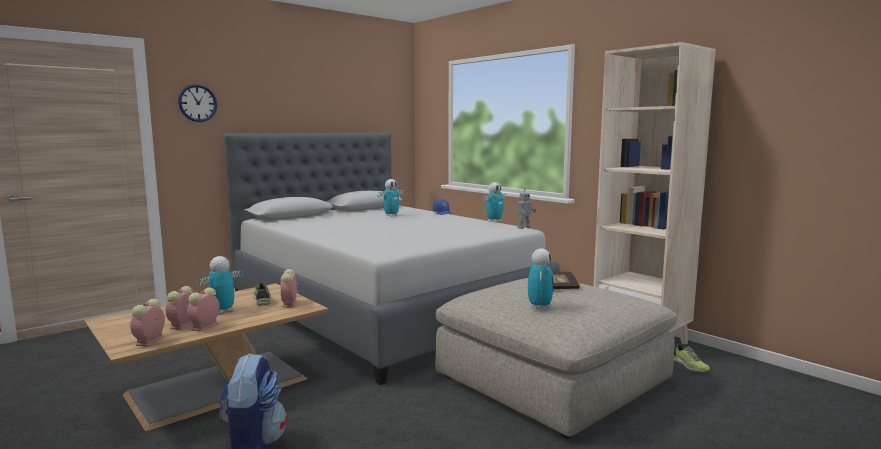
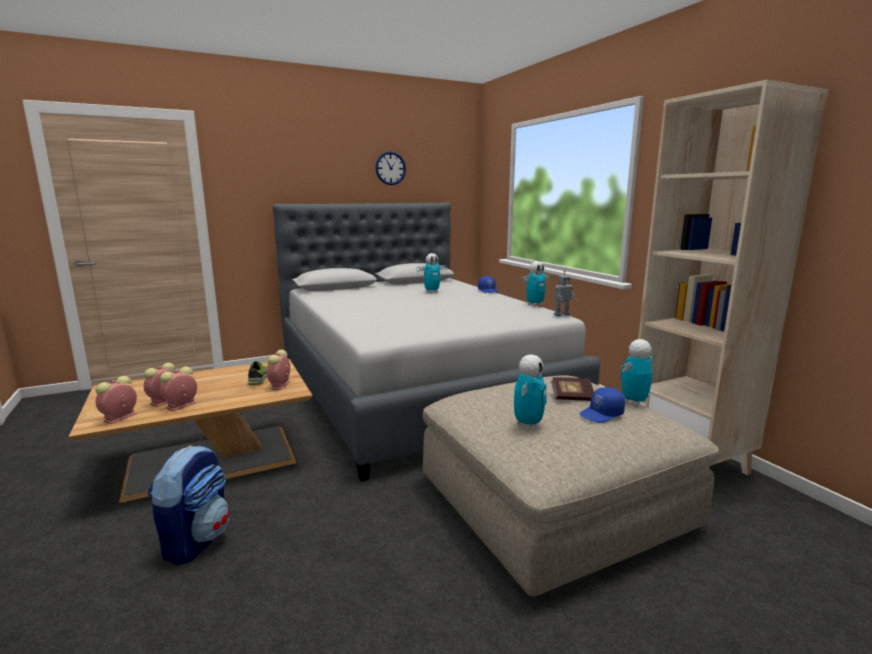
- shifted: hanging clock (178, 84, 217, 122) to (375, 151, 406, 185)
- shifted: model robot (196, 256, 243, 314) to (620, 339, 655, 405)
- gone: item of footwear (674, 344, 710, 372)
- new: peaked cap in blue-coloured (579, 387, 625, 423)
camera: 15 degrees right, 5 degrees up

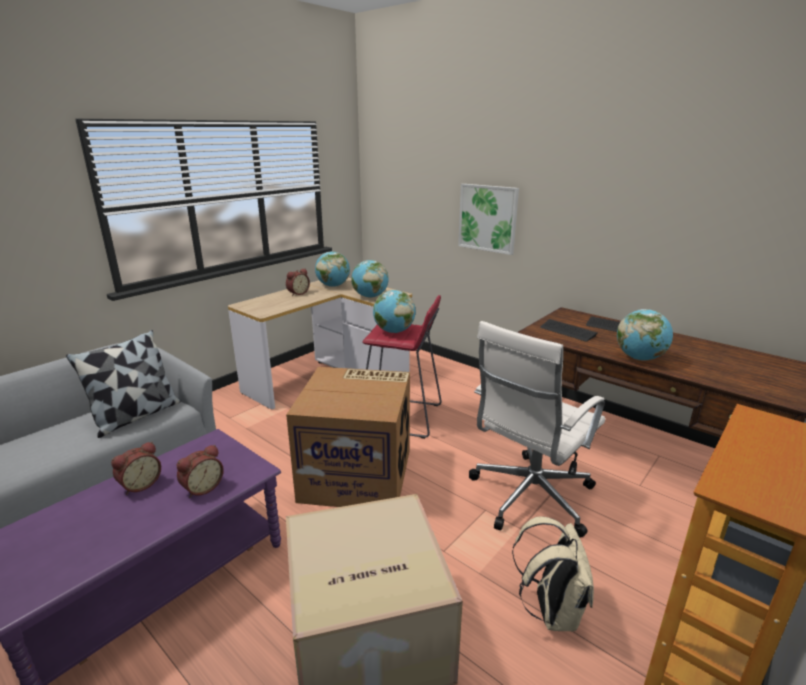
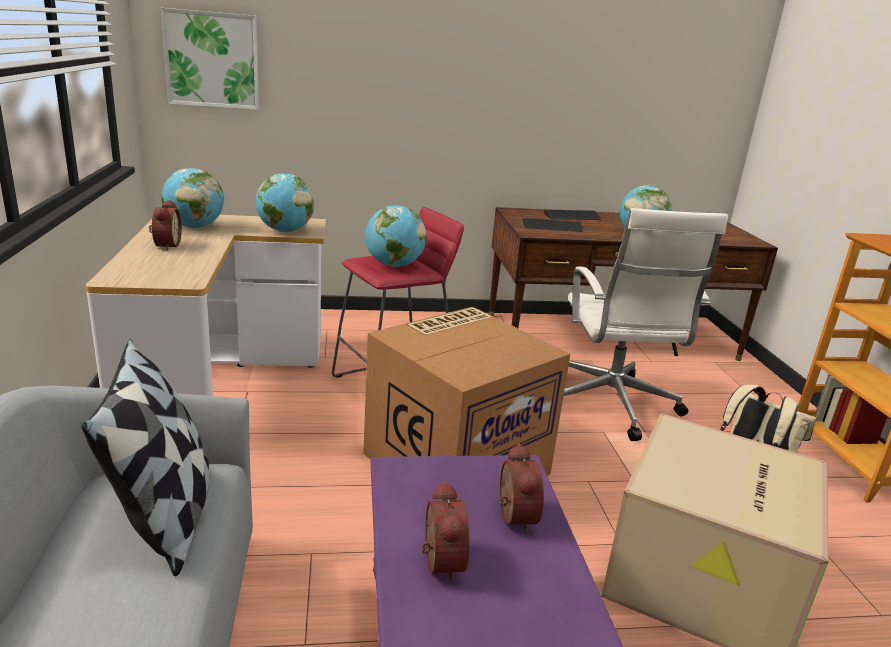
- shifted: wall art (458, 184, 519, 255) to (161, 8, 259, 110)
camera: 50 degrees left, 0 degrees up

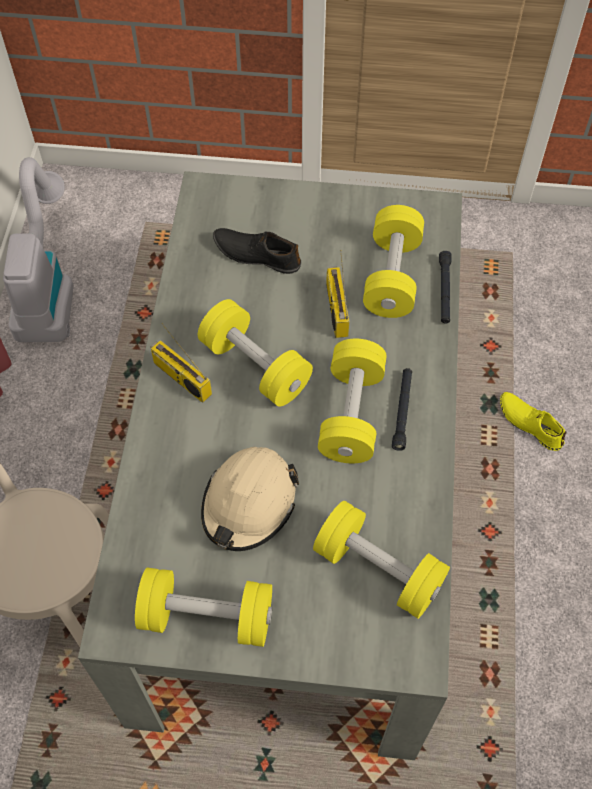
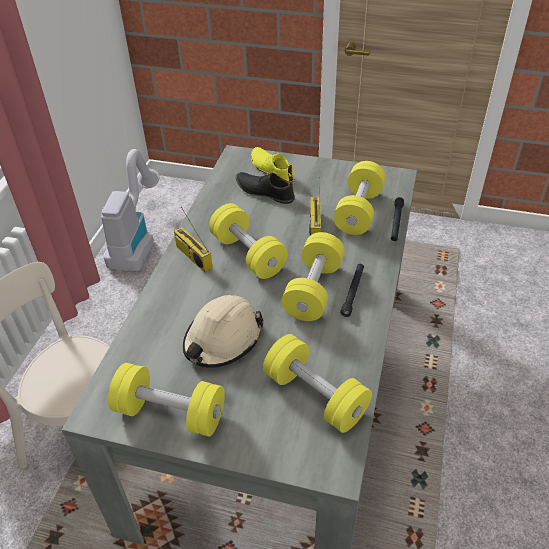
- shifted: item of footwear in yellowish (500, 392, 567, 451) to (251, 147, 294, 184)
camera: 10 degrees right, 15 degrees down

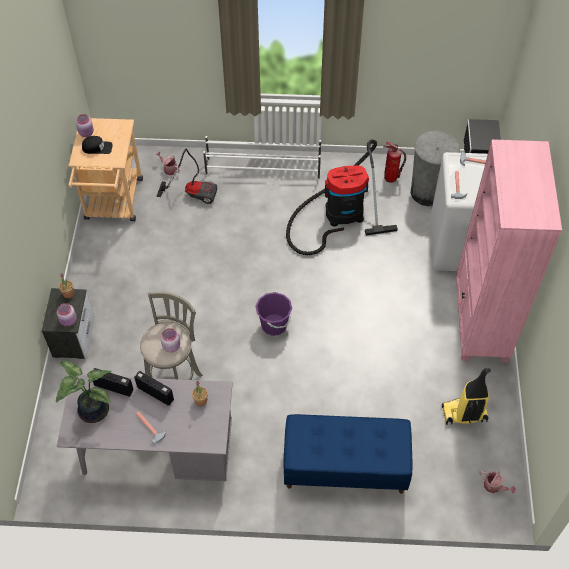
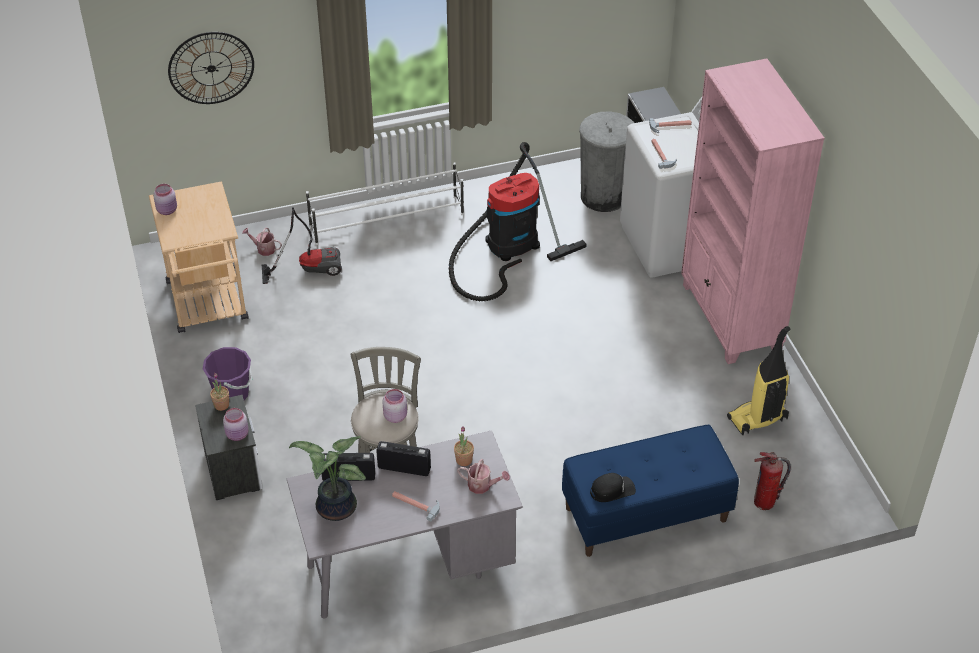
- shifted: peaked cap in black (82, 136, 113, 154) to (590, 473, 636, 502)
- shifted: water bucket in purple-coloured (255, 292, 292, 336) to (203, 347, 252, 400)
- shifted: extinguisher (383, 142, 406, 183) to (754, 452, 791, 510)
- shifted: watering can (479, 471, 516, 494) to (457, 459, 510, 494)
- new: hanging clock (168, 32, 254, 104)
camera: 20 degrees left, 10 degrees down

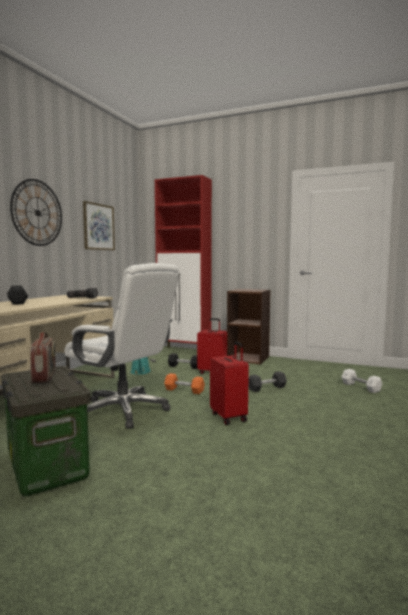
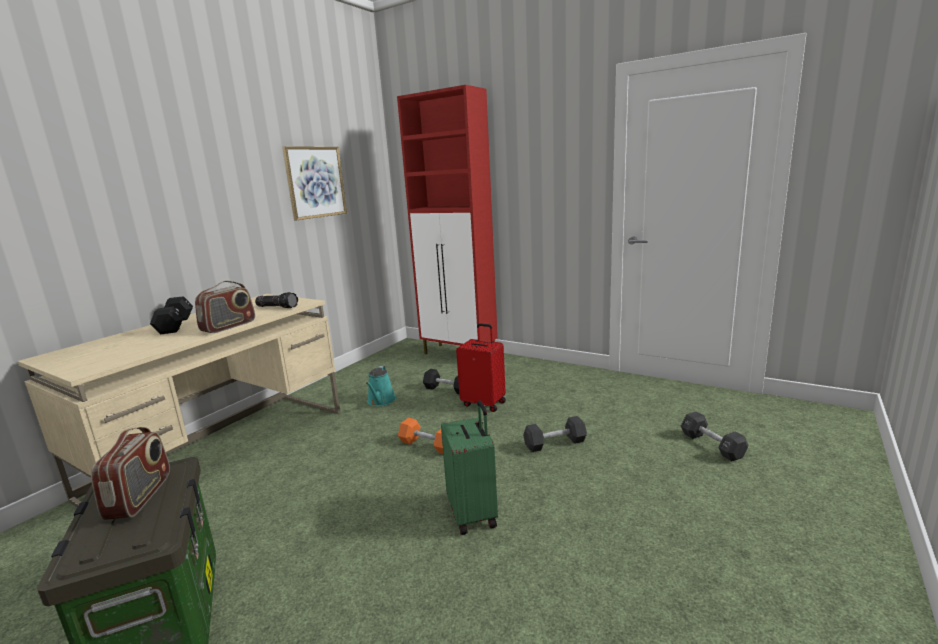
- gone: hanging clock (10, 179, 62, 246)
- gone: computer chair in white-coloured (64, 263, 179, 429)
- repainted: suitcase in reddish (210, 341, 249, 425) to suitcase in green (441, 400, 498, 535)
- gone: shelving unit in brown (227, 289, 270, 364)
- repainted: dumbbell in white-coloured (341, 369, 382, 393) to dumbbell in black (681, 412, 748, 462)
- new: radio set (195, 281, 255, 333)
camera: 10 degrees right, 10 degrees up

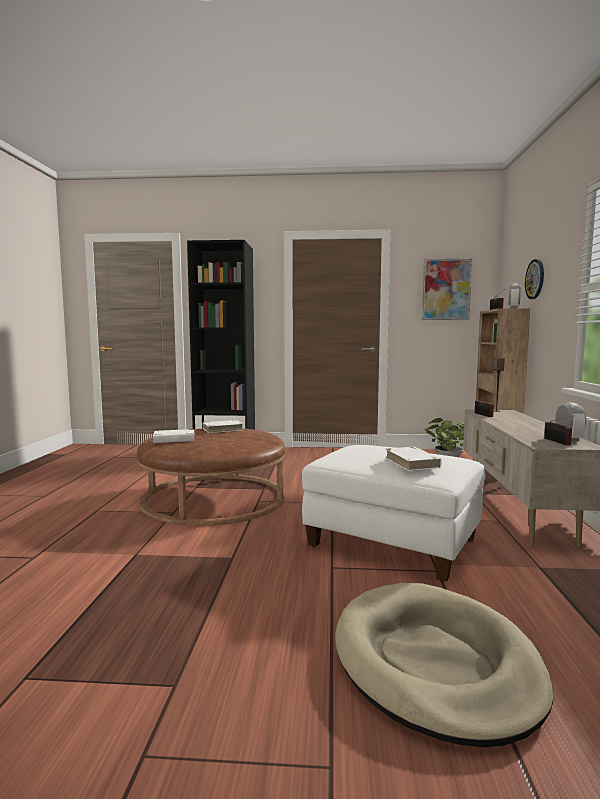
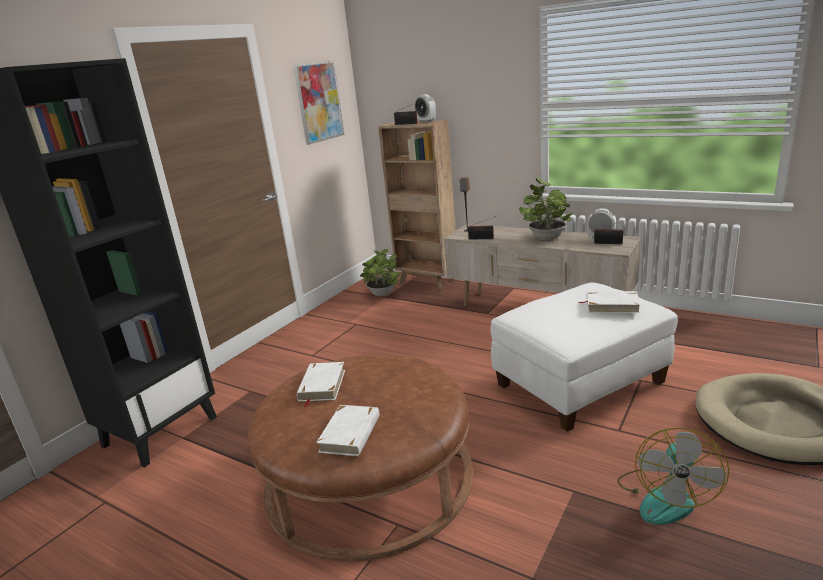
- gone: hanging clock (525, 259, 544, 299)
- new: potted plant (519, 178, 574, 241)
- new: cooling fan (617, 428, 729, 525)
camera: 60 degrees left, 15 degrees up

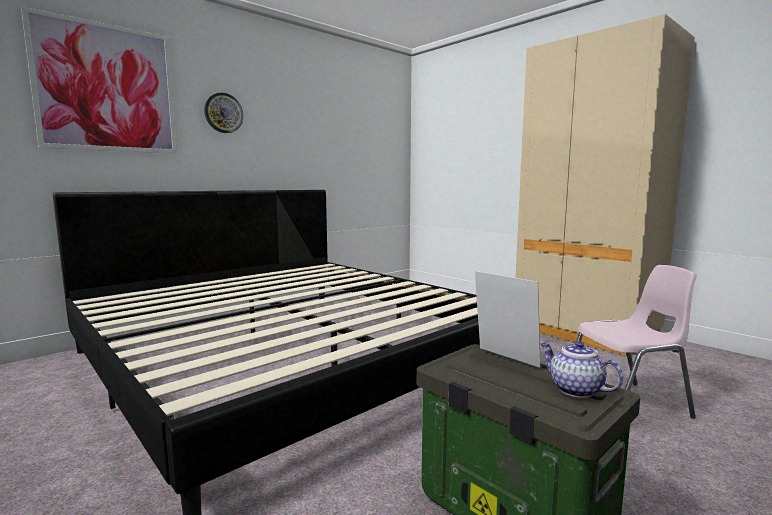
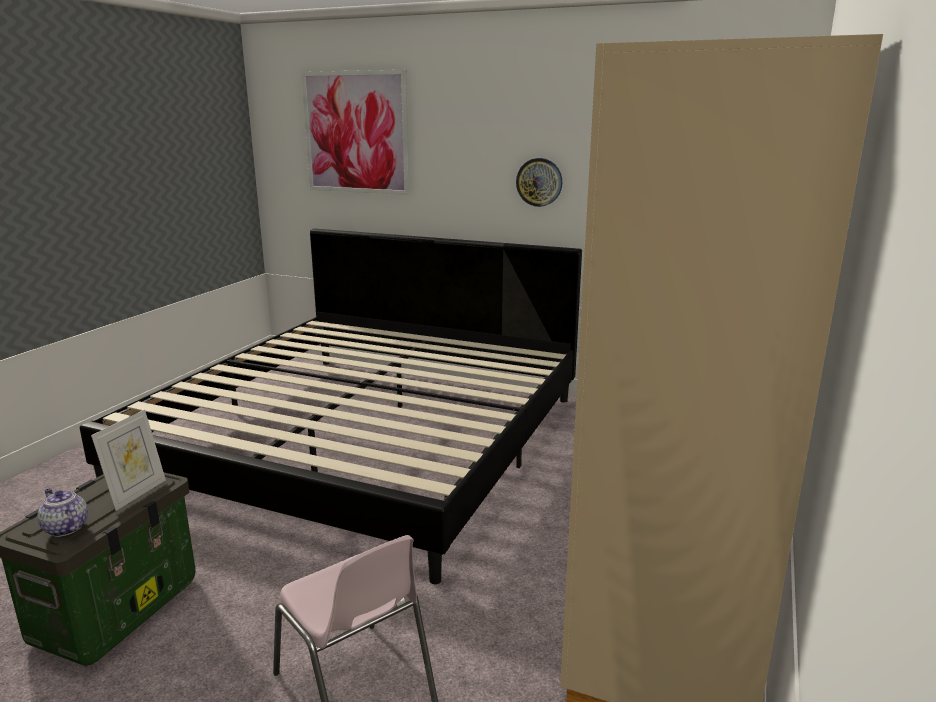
- shifted: hanging clock (204, 93, 243, 133) to (516, 158, 562, 207)
- rotated: tea pot (540, 341, 623, 398) = (38, 488, 88, 537) 75 degrees counterclockwise
camera: 65 degrees right, 10 degrees up

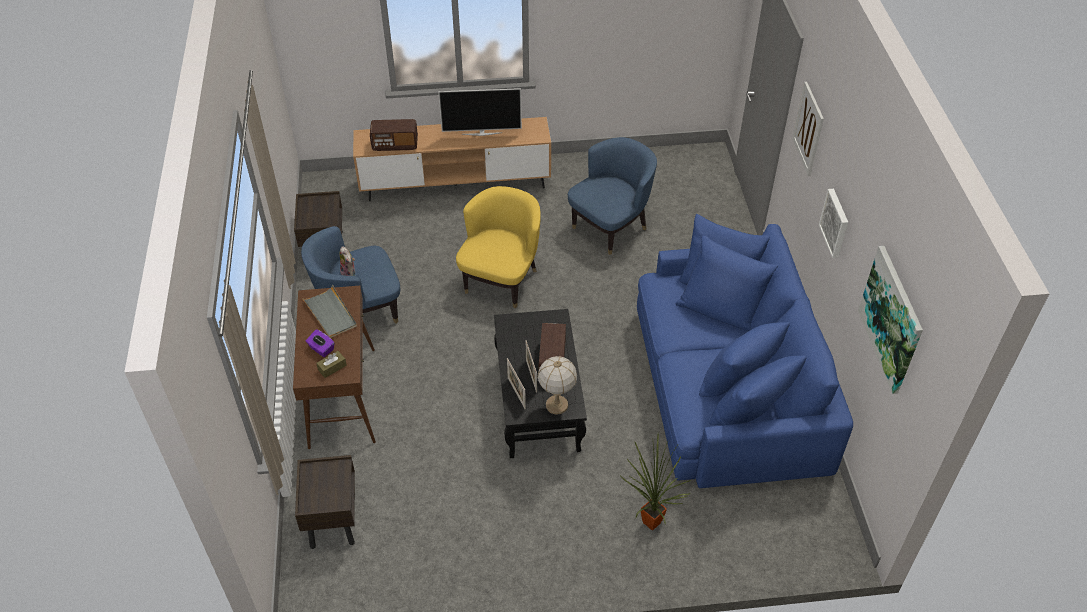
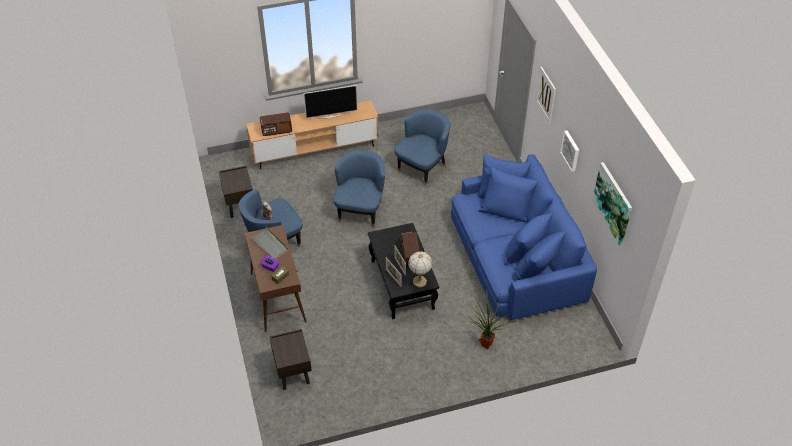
- repainted: armchair in yellowish (456, 186, 541, 308) to armchair in blue-coloured (333, 150, 385, 227)
camera: 10 degrees left, 0 degrees up

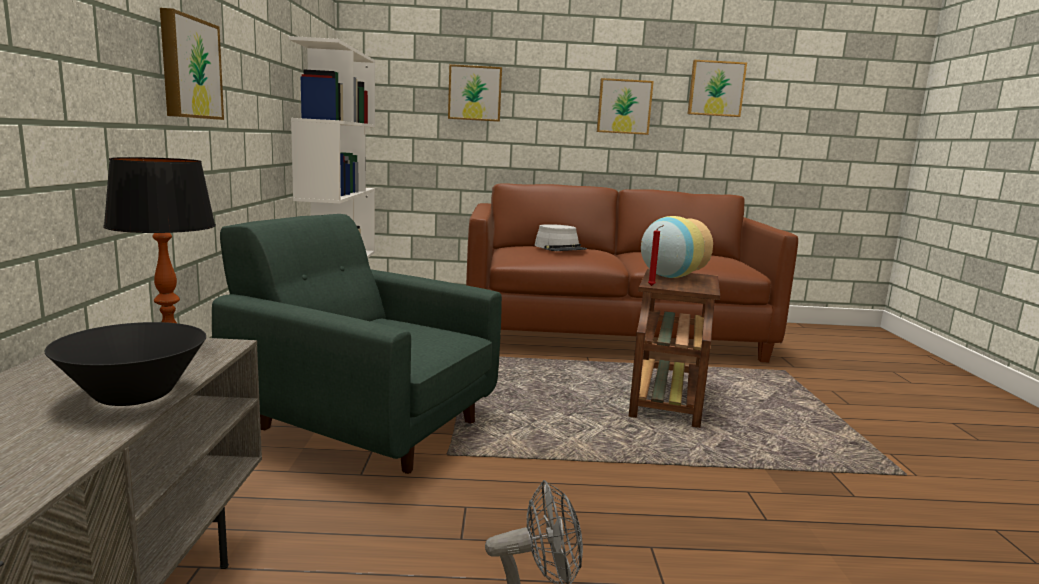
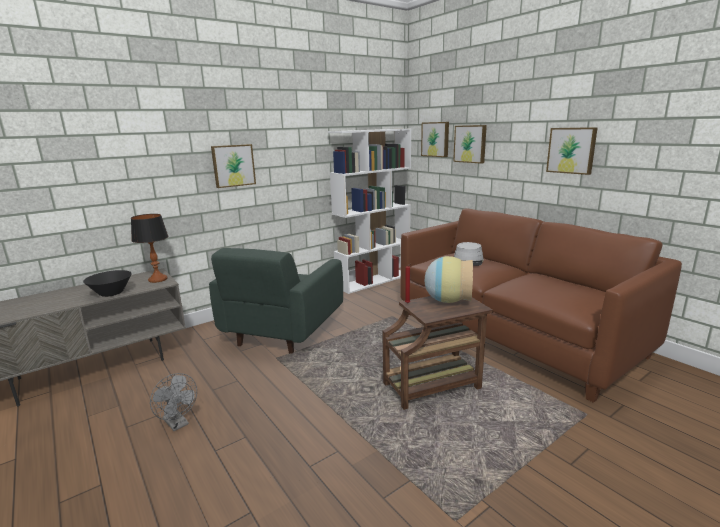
- rotated: armchair in green (212, 214, 502, 474) = (209, 248, 343, 354) 150 degrees counterclockwise
- shifted: wall art (688, 60, 747, 117) to (421, 122, 449, 157)
camera: 55 degrees right, 5 degrees up

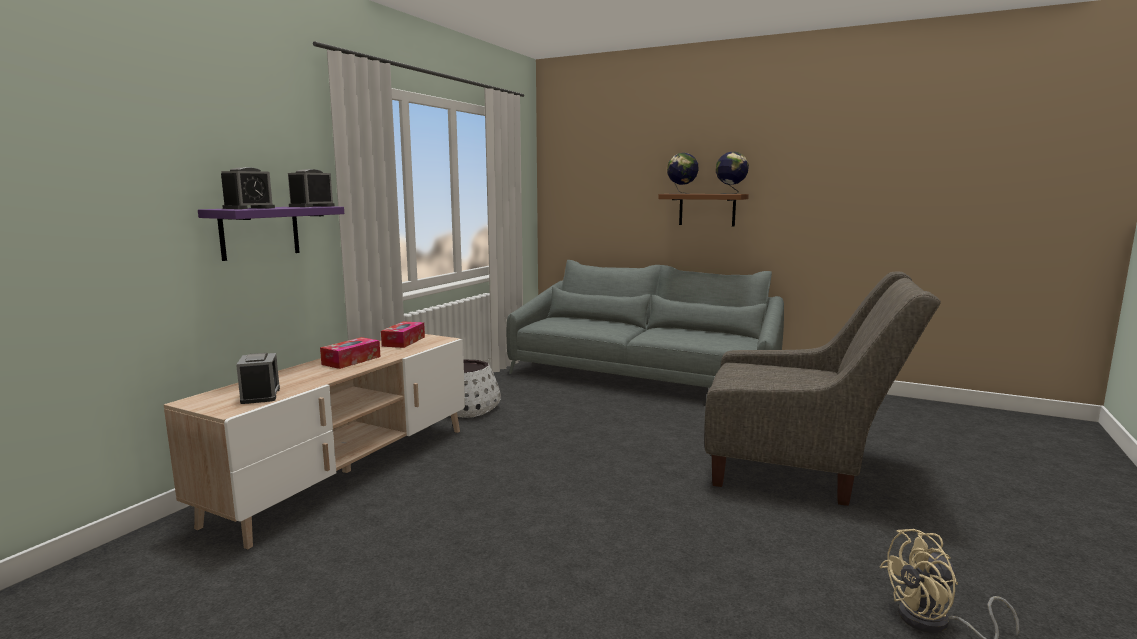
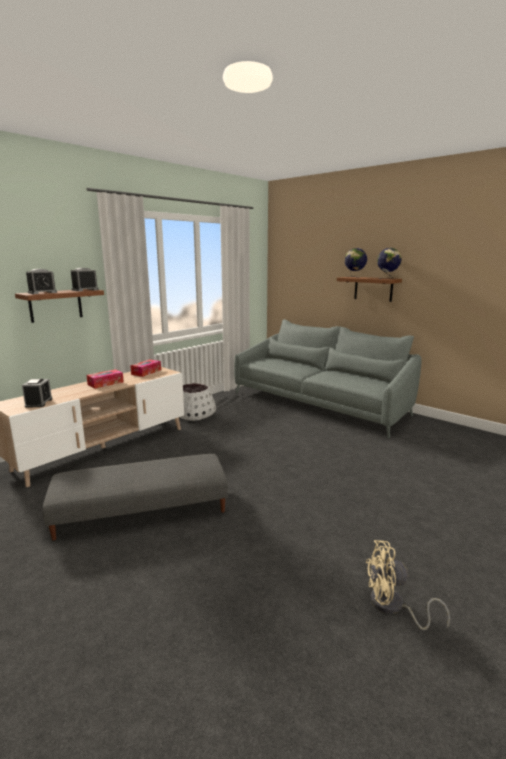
- repainted: bracket shelf in purple-coloured (198, 206, 344, 261) to bracket shelf in brown (15, 289, 104, 323)
- gone: armchair in grey (705, 271, 941, 506)
- new: footrest in grey (43, 454, 228, 541)
camera: 15 degrees right, 5 degrees up

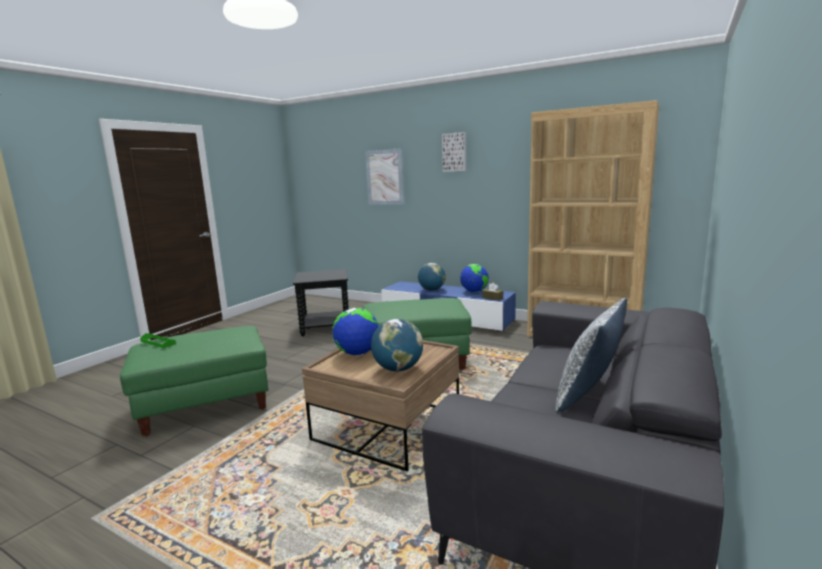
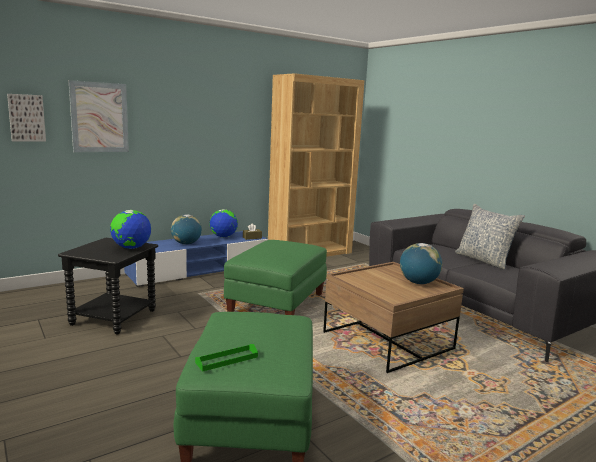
- shifted: world globe (332, 308, 379, 355) to (110, 210, 151, 249)
- shifted: wall art (442, 132, 466, 172) to (7, 94, 46, 142)
camera: 65 degrees left, 0 degrees up

